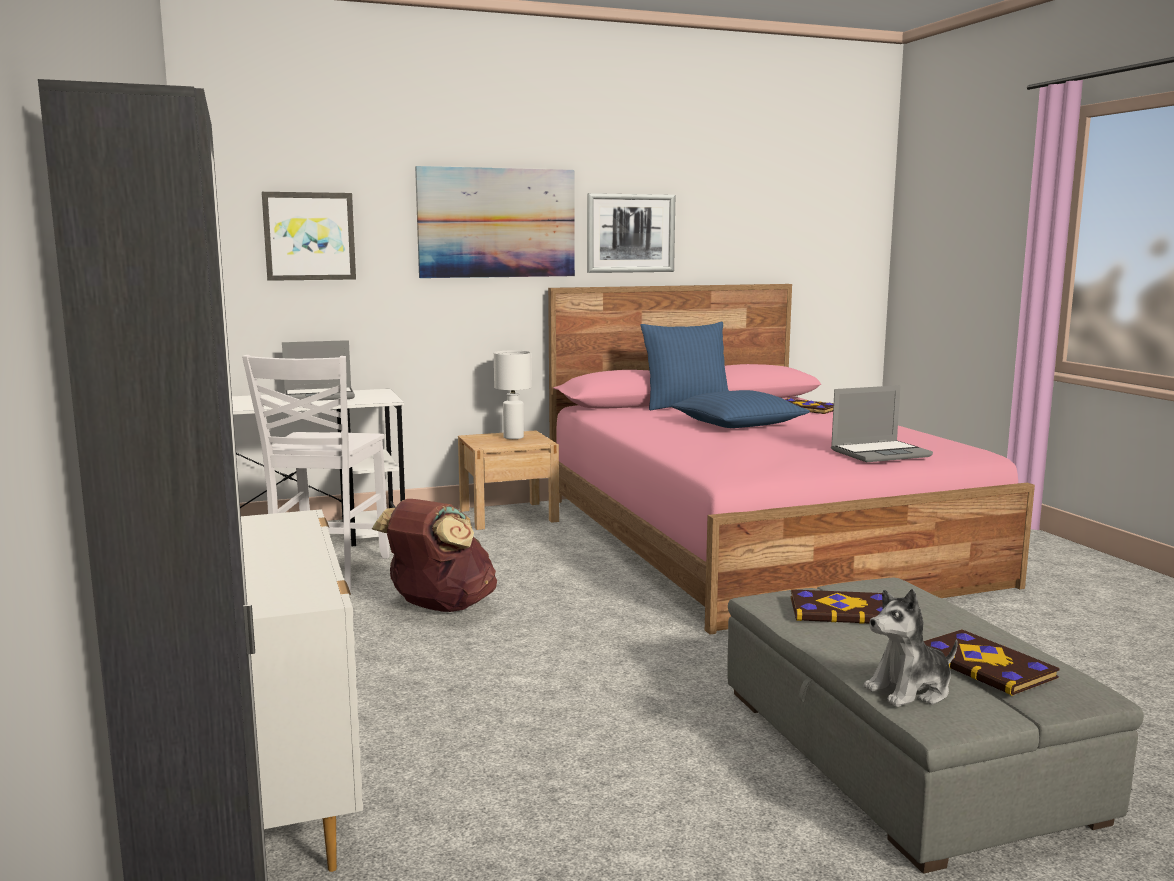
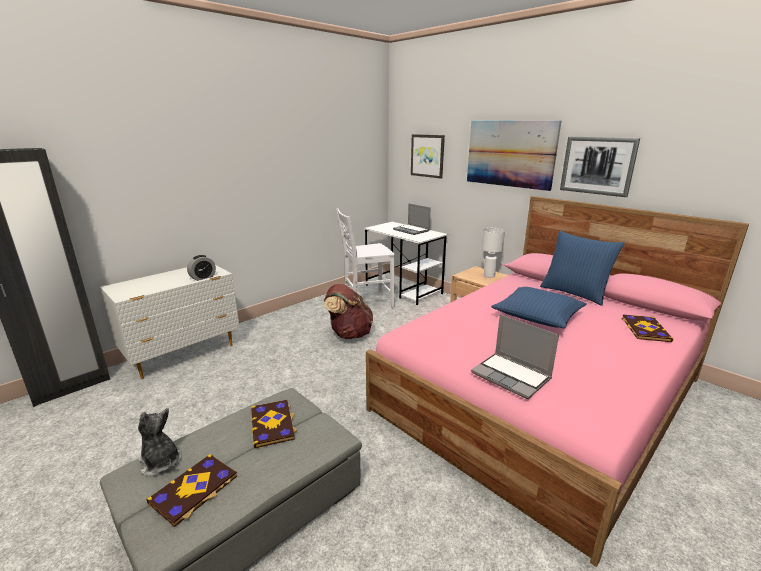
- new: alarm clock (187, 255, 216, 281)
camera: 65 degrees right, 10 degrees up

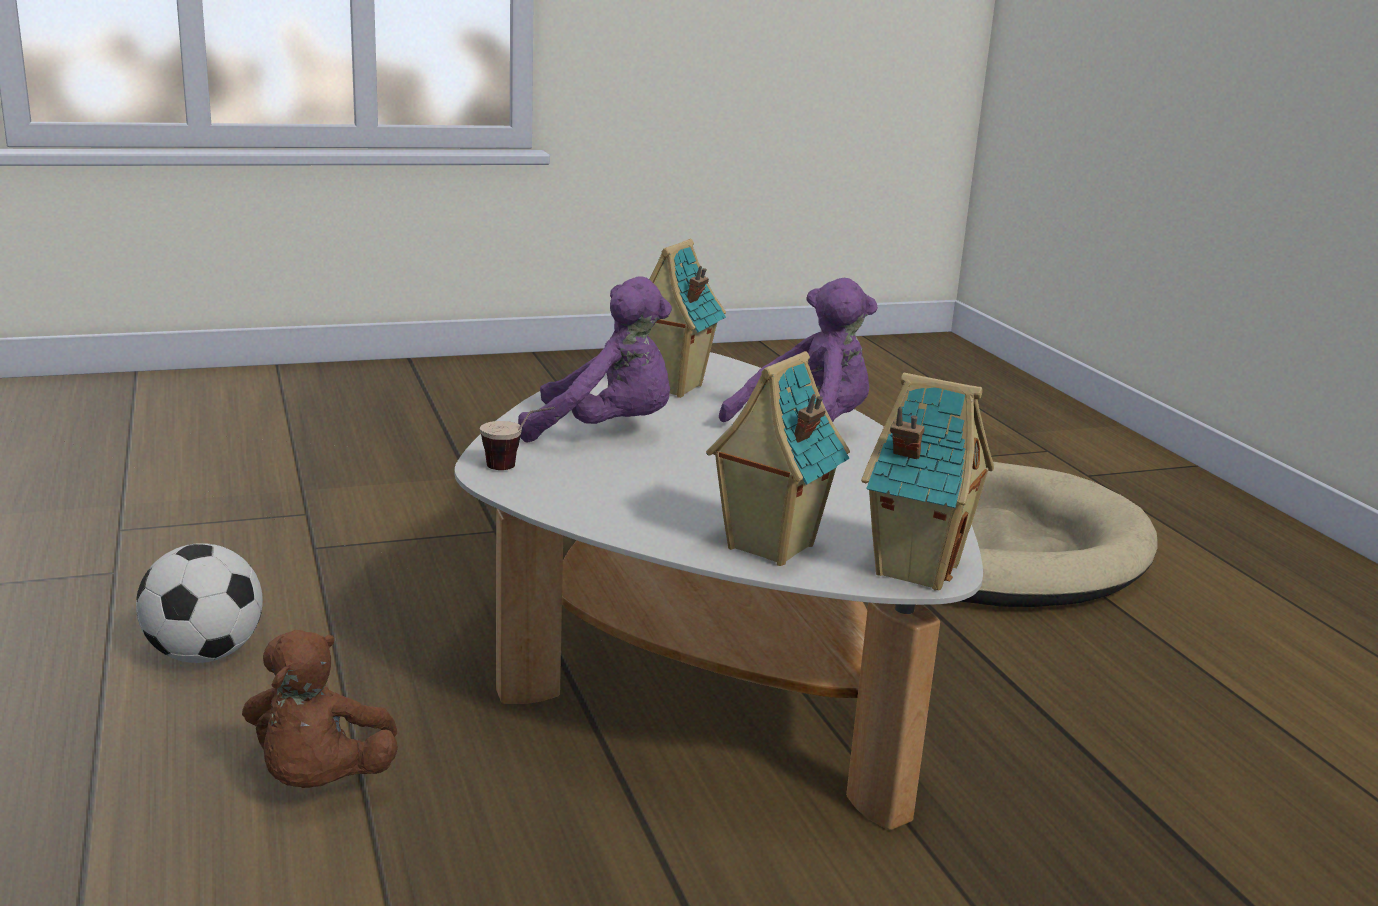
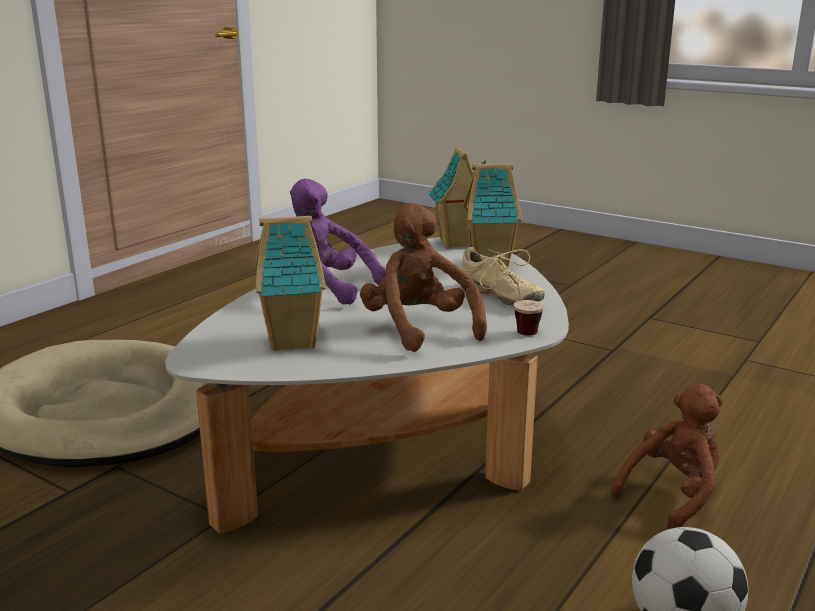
- repainted: plush toy in purple-coloured (518, 276, 672, 442) to plush toy in brown (360, 203, 487, 352)
- new: item of footwear in beige-coloured (461, 247, 545, 305)
camera: 125 degrees left, 0 degrees up

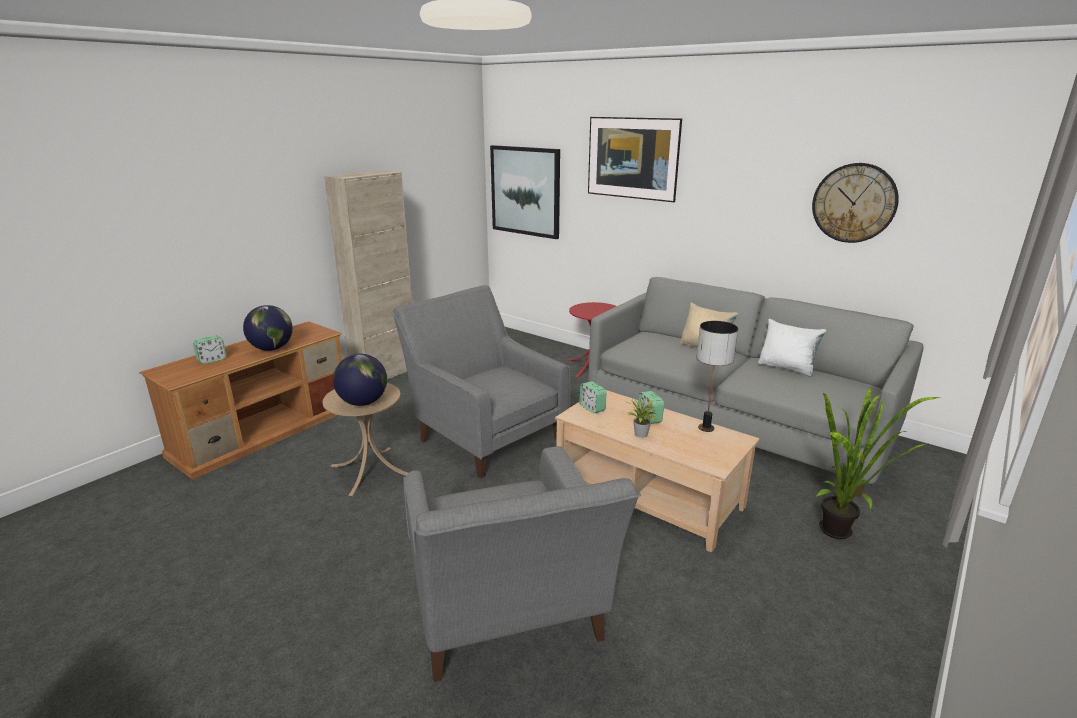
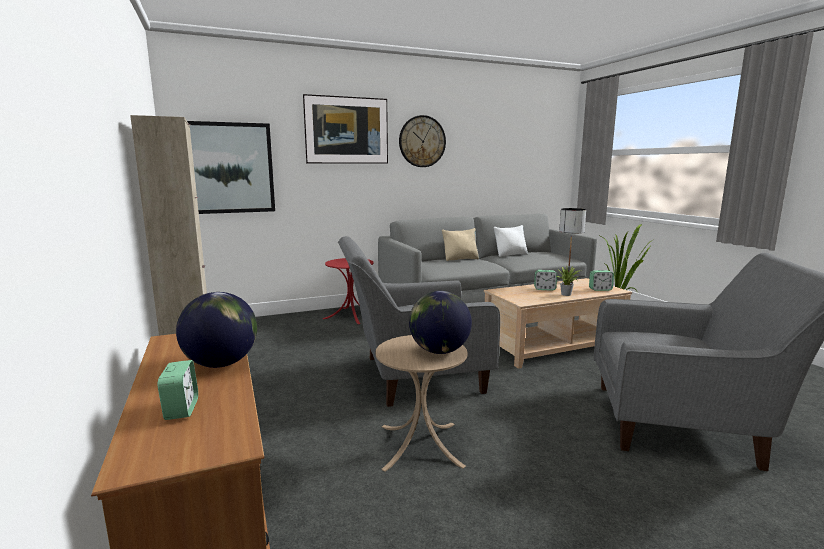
- shifted: alarm clock (579, 381, 606, 414) to (589, 270, 614, 291)
- shifted: hanging clock (812, 163, 899, 243) to (399, 115, 446, 167)
camera: 60 degrees left, 10 degrees down

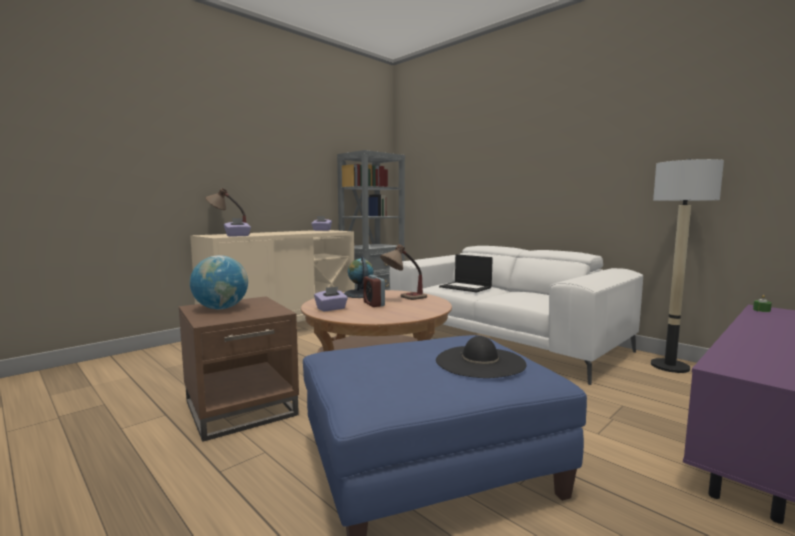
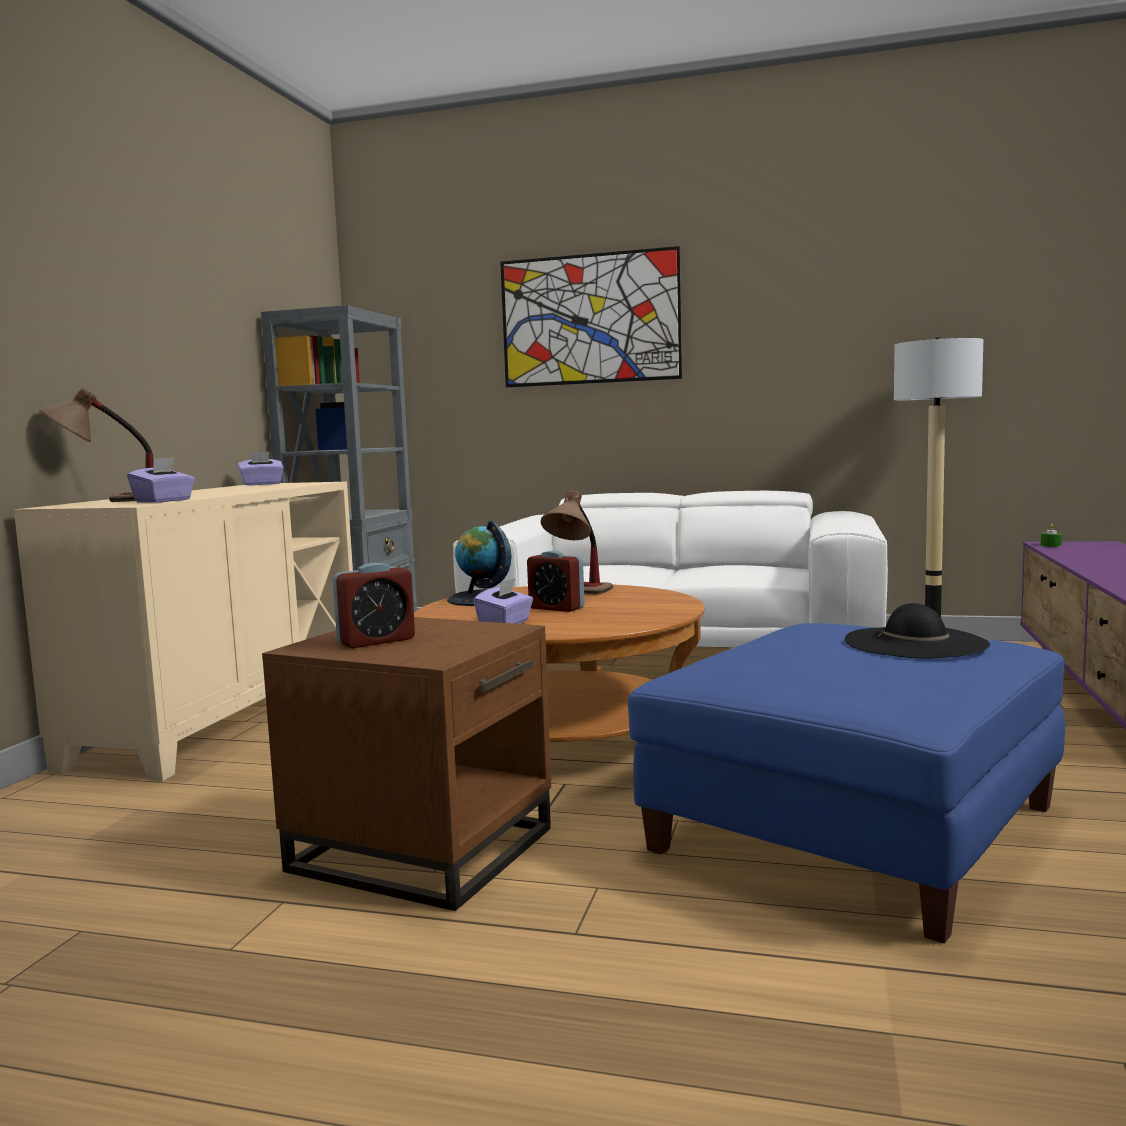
- swapped: world globe (190, 255, 248, 309) to alarm clock (333, 563, 415, 648)
- gone: notebook computer (439, 254, 493, 293)
- new: wall art (500, 246, 682, 387)
camera: 30 degrees left, 0 degrees up

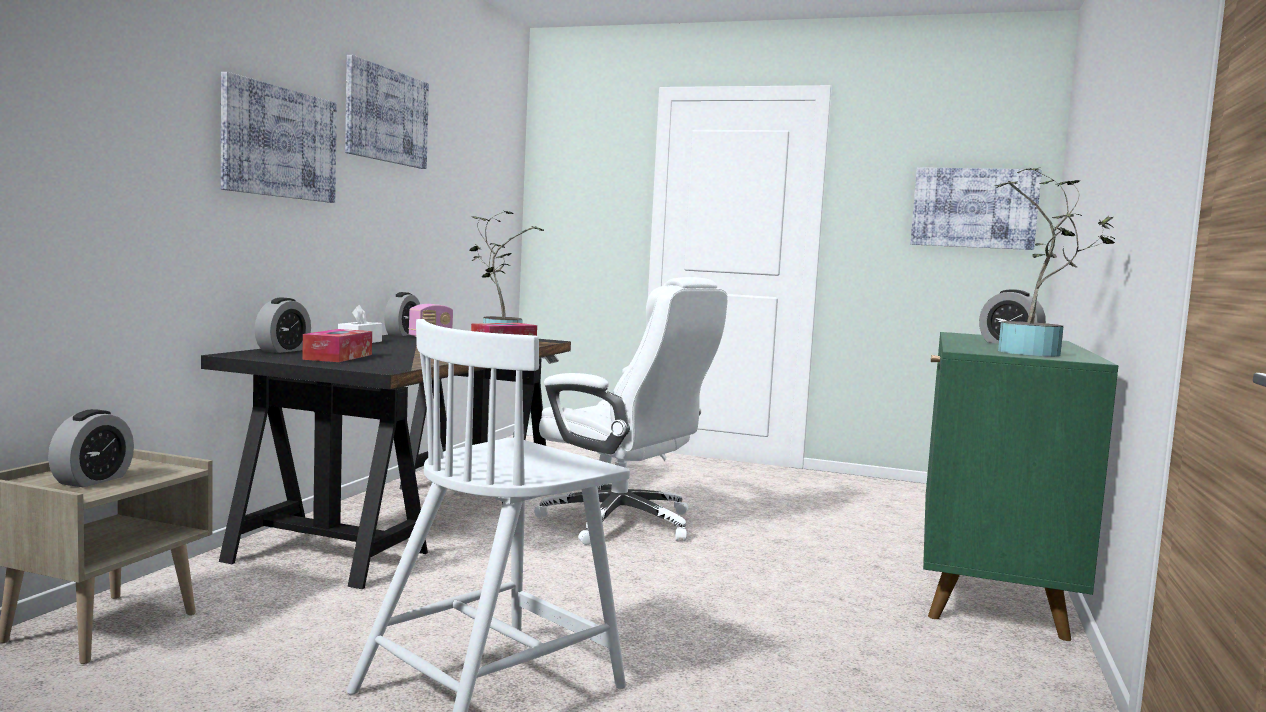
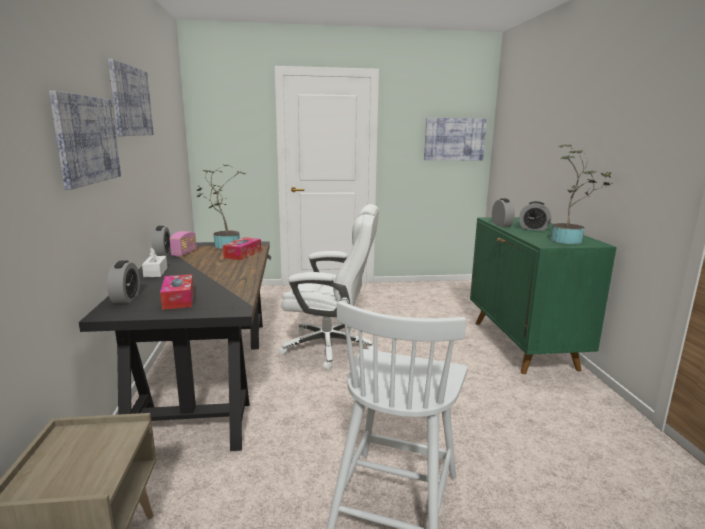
- shifted: alarm clock (48, 409, 134, 488) to (492, 198, 515, 227)
camera: 25 degrees left, 10 degrees up

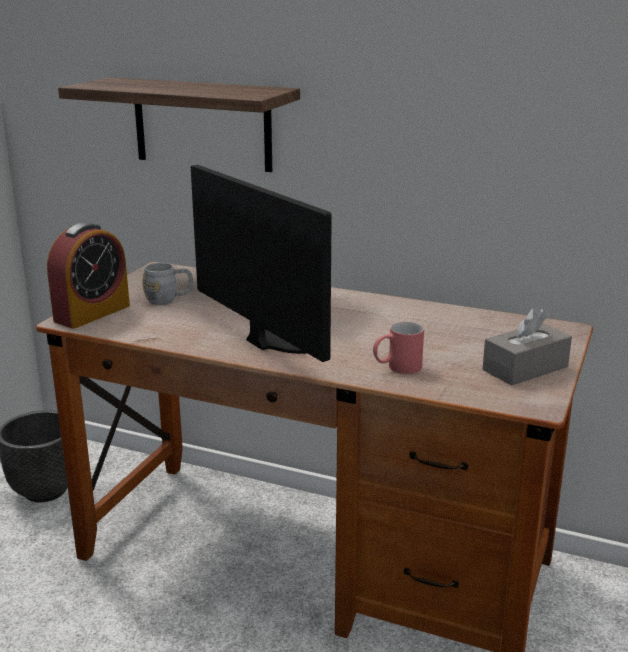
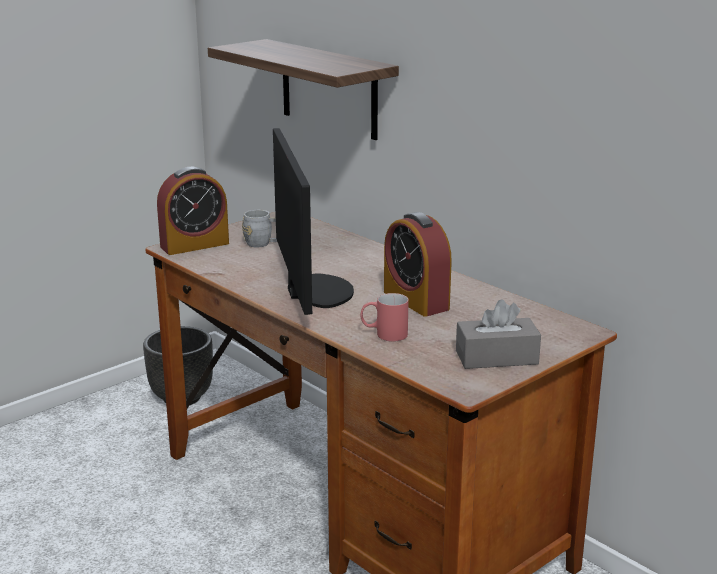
- new: alarm clock (384, 212, 452, 317)
camera: 25 degrees right, 0 degrees up

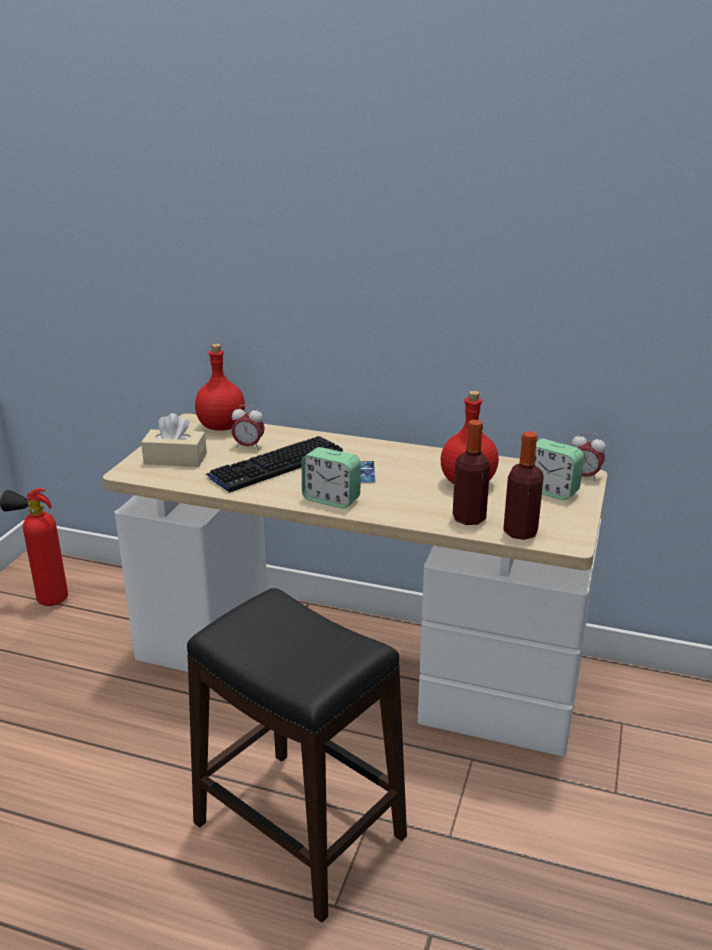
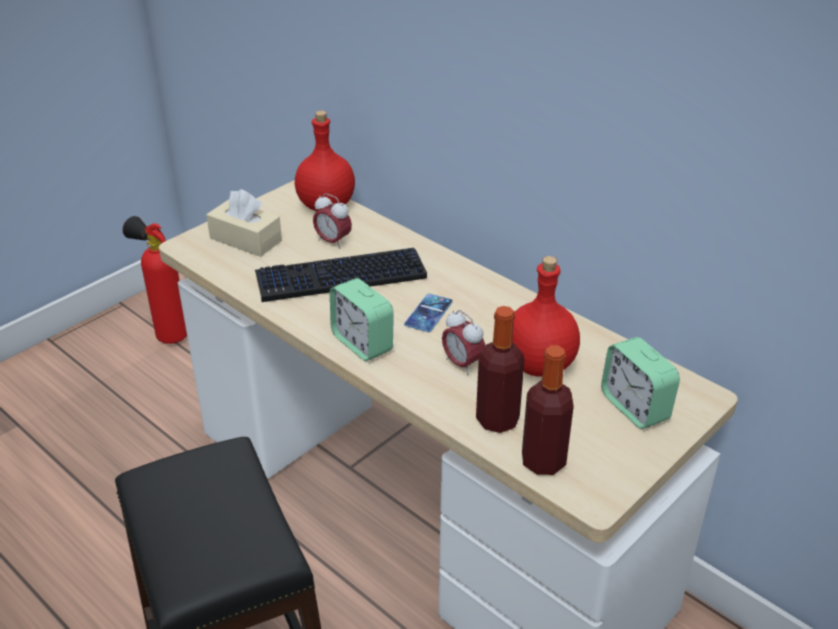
- shifted: alarm clock (571, 432, 606, 482) to (442, 310, 485, 375)
camera: 25 degrees right, 10 degrees up

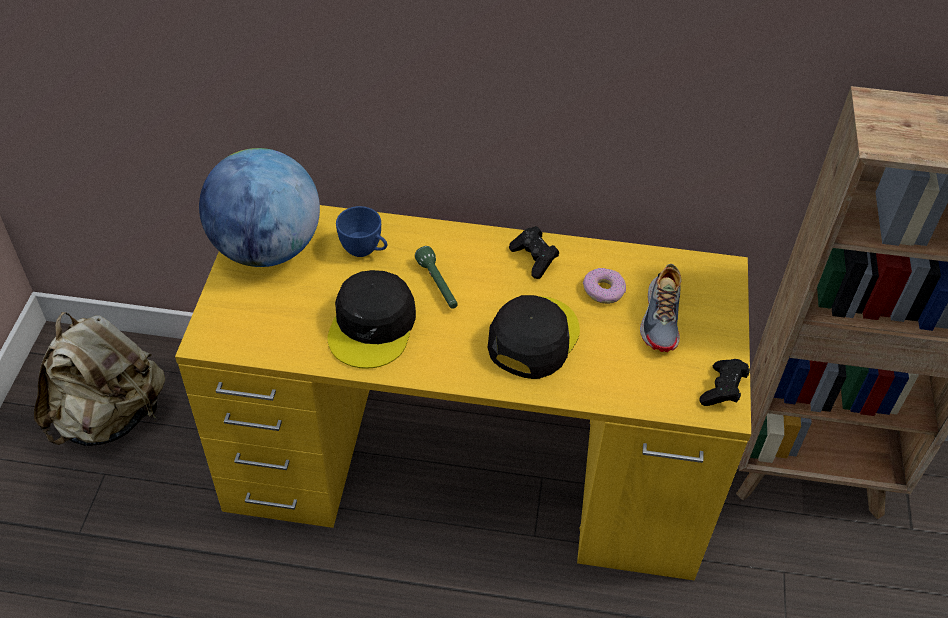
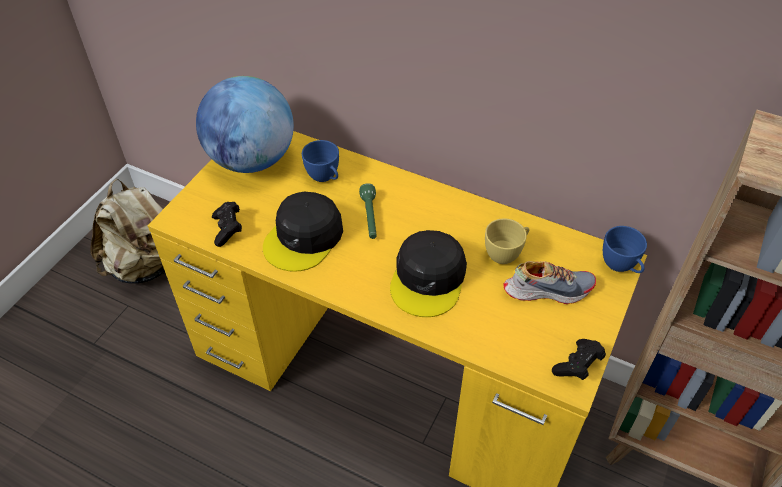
- rotated: peaked cap in black (488, 295, 580, 379) = (390, 230, 467, 317) 150 degrees clockwise
- shifted: game controller in black (509, 226, 559, 279) to (212, 202, 242, 247)
- swapped: donut (583, 268, 626, 304) to small cup in yellowish (485, 218, 529, 264)
- rotated: item of footwear (640, 264, 681, 352) = (504, 261, 596, 304) 120 degrees counterclockwise
- new: small cup in blue-coloured (603, 226, 647, 273)
camera: 20 degrees right, 0 degrees up

